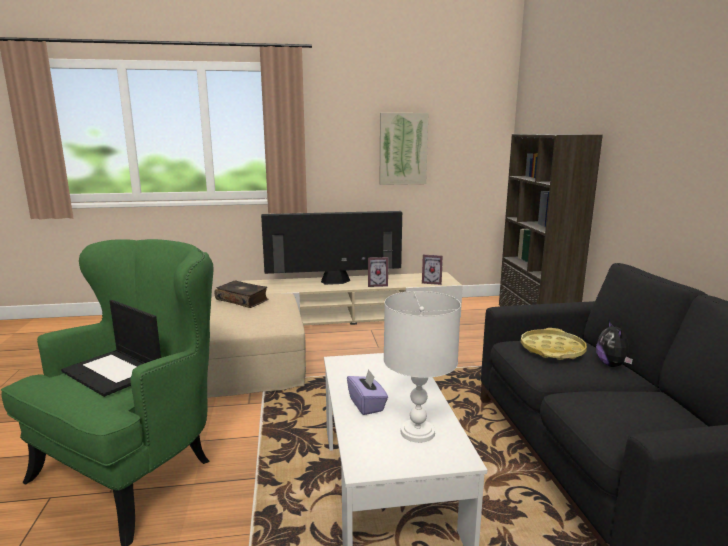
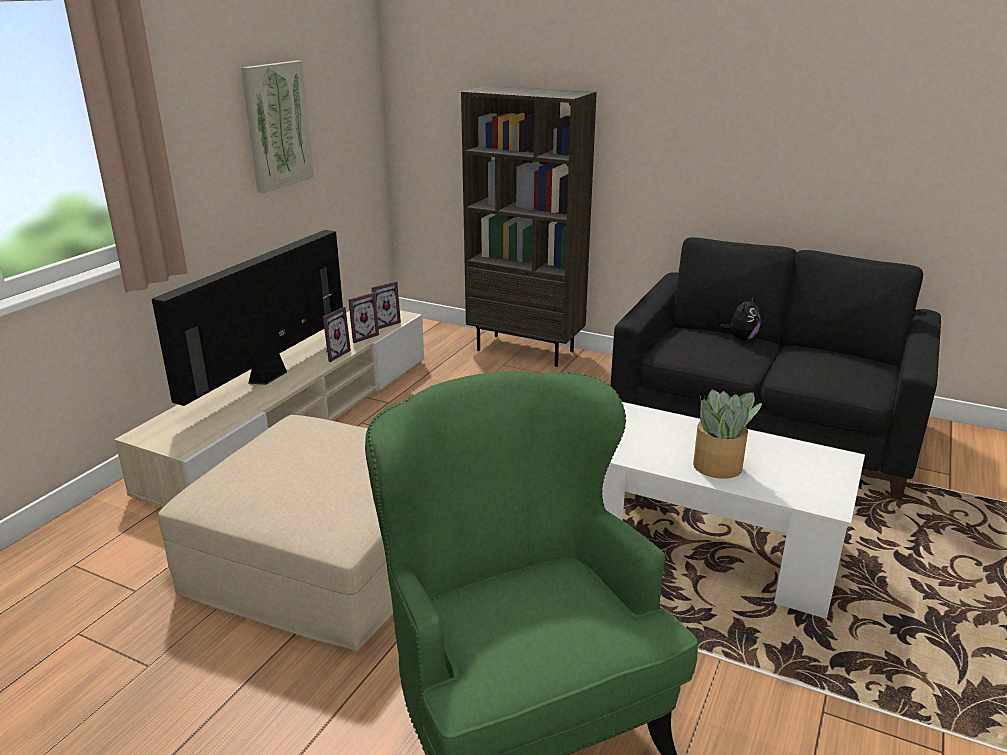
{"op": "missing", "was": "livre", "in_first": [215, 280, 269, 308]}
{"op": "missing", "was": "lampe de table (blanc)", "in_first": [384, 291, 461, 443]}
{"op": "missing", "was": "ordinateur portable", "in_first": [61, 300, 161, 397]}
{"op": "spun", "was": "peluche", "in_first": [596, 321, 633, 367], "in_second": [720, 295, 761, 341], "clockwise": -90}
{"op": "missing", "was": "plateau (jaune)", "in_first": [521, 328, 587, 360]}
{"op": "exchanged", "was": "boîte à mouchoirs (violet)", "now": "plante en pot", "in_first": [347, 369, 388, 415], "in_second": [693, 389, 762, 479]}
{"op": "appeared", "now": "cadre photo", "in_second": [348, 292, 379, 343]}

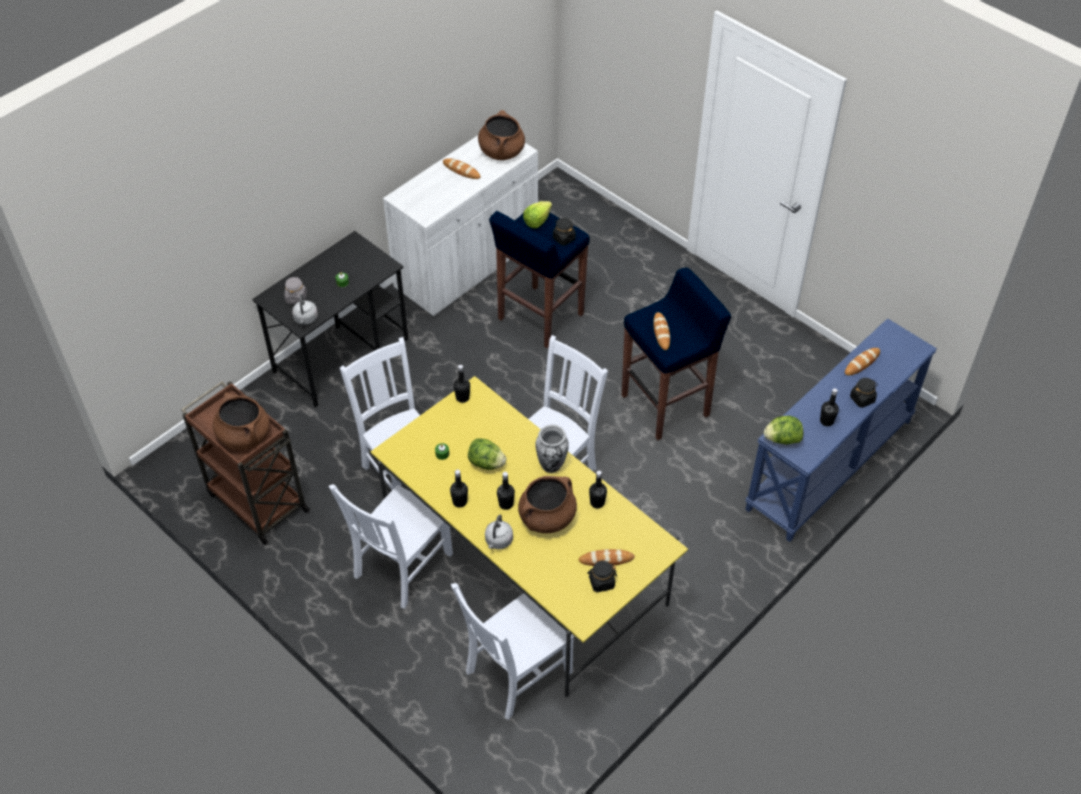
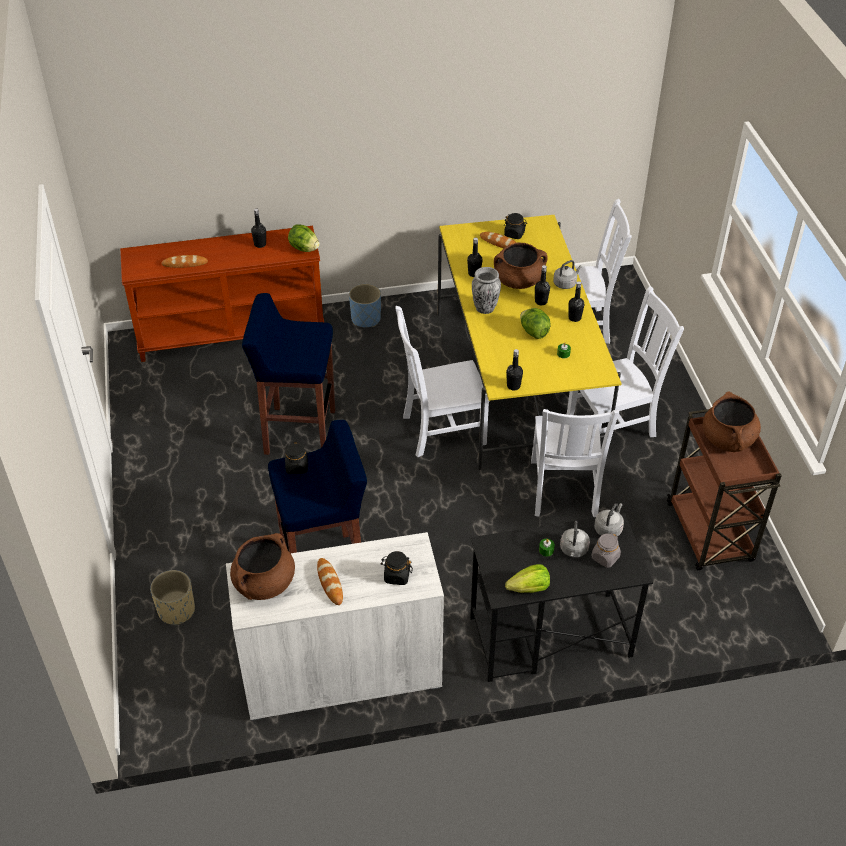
{"op": "relocated", "was": "laitue", "in_first": [523, 201, 552, 229], "in_second": [505, 564, 550, 593]}
{"op": "missing", "was": "pain", "in_first": [653, 312, 670, 350]}
{"op": "colour", "was": "table console (bleu)", "now": "table console (marron)", "in_first": [745, 318, 937, 542], "in_second": [120, 226, 324, 362]}
{"op": "relocated", "was": "bocal (noir)", "in_first": [850, 378, 878, 408], "in_second": [381, 551, 413, 585]}
{"op": "appeared", "now": "cache-pot (bleu)", "in_second": [349, 284, 381, 327]}
{"op": "appeared", "now": "bouilloire (gris)", "in_second": [560, 521, 590, 558]}
{"op": "appeared", "now": "cache-pot (beige)", "in_second": [150, 570, 195, 625]}

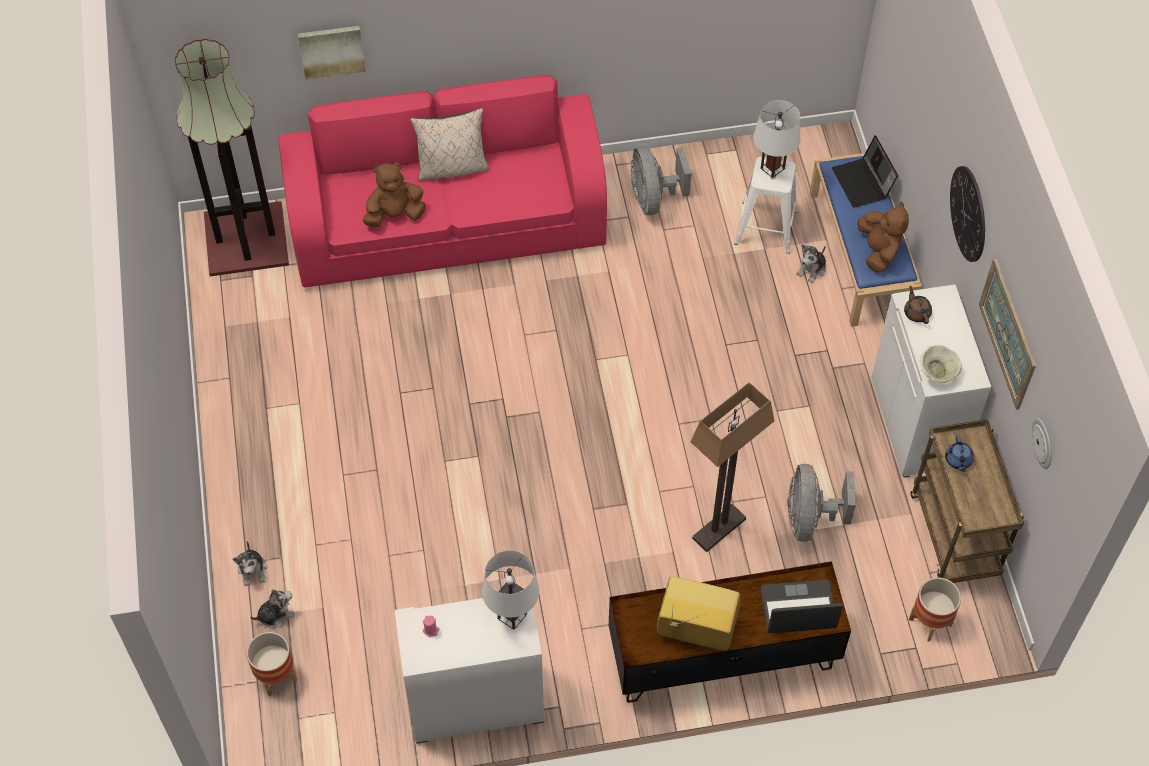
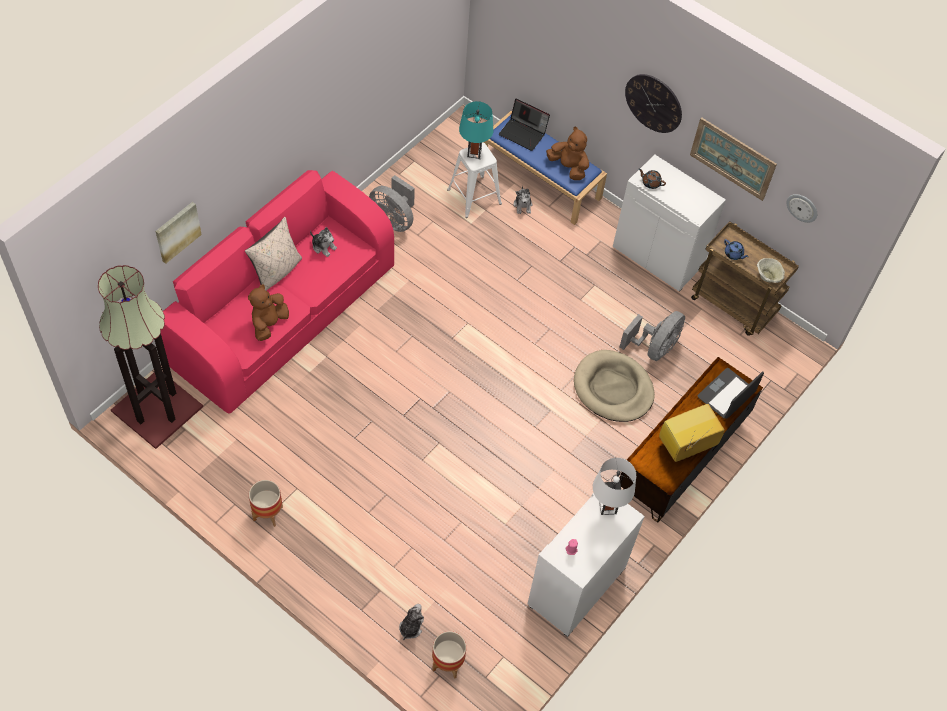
{"op": "colour", "was": "lampe de table (blanc)", "now": "lampe de table (turquoise)", "in_first": [754, 100, 800, 178], "in_second": [459, 101, 494, 159]}
{"op": "relocated", "was": "bol (beige)", "in_first": [920, 345, 962, 384], "in_second": [757, 258, 785, 283]}
{"op": "exchanged", "was": "lampadaire", "now": "panier pour chien (beige)", "in_first": [690, 382, 774, 552], "in_second": [574, 350, 655, 422]}
{"op": "spun", "was": "ventilateur (gris)", "in_first": [787, 464, 856, 542], "in_second": [620, 311, 685, 361], "clockwise": -105}
{"op": "relocated", "was": "peluche", "in_first": [233, 541, 267, 586], "in_second": [310, 227, 337, 257]}
{"op": "relocated", "was": "cache-pot", "in_first": [909, 578, 961, 642], "in_second": [249, 480, 283, 527]}

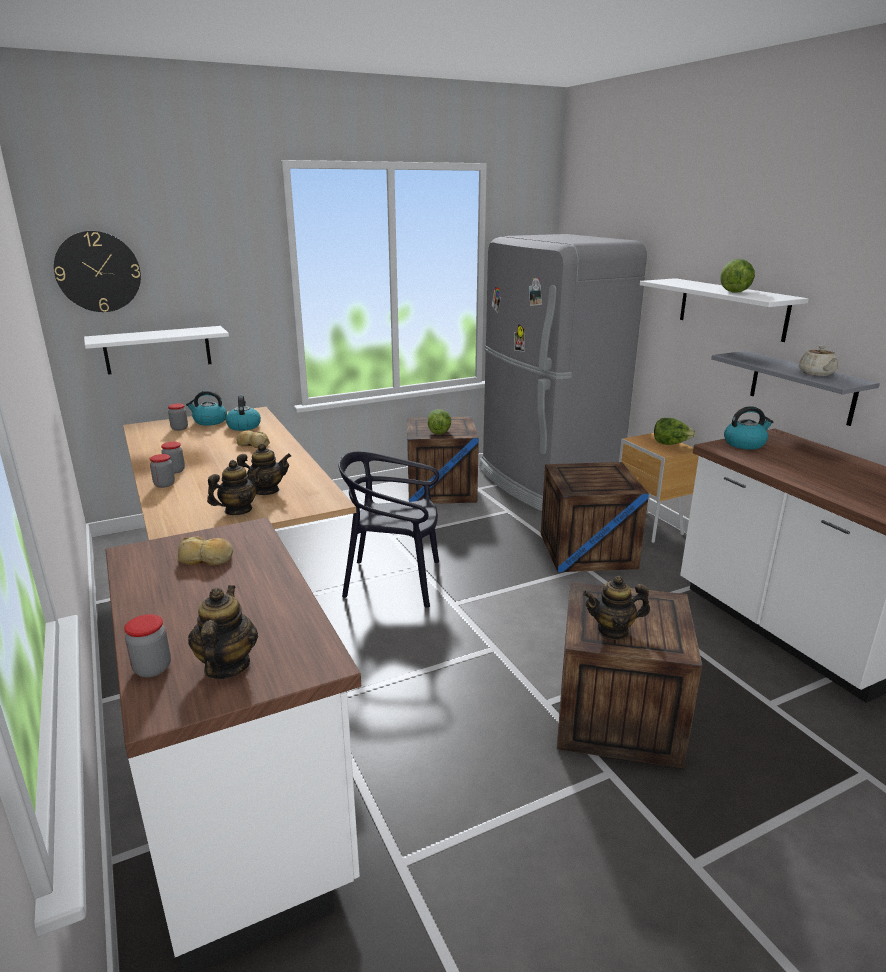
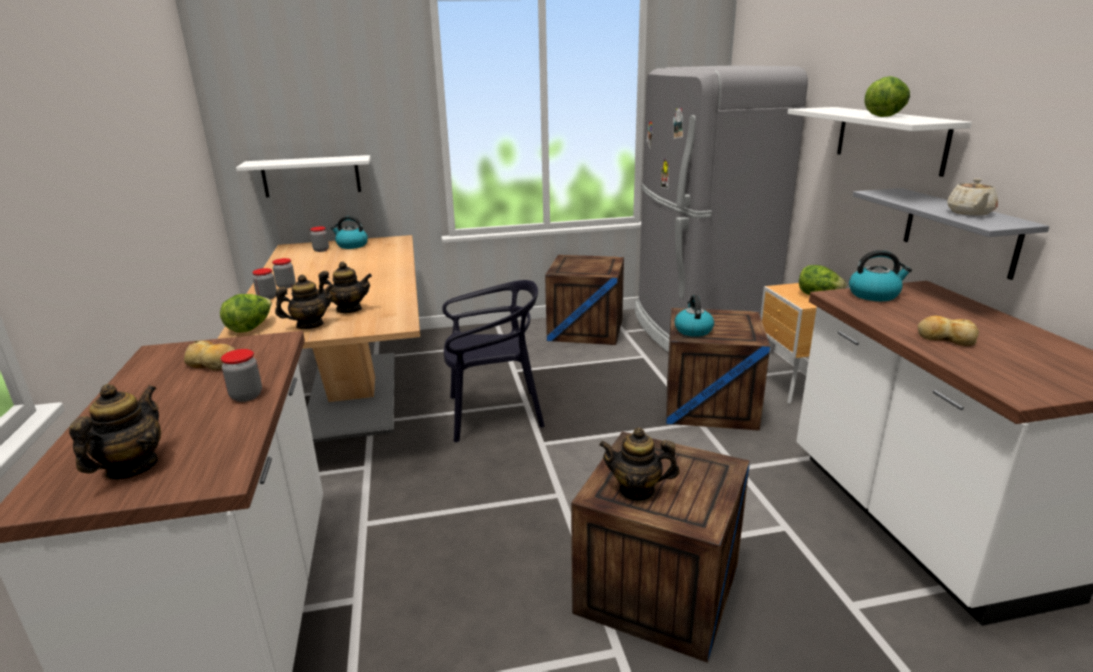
{"op": "missing", "was": "horloge murale", "in_first": [54, 231, 141, 312]}
{"op": "relocated", "was": "bouilloire", "in_first": [226, 395, 261, 431], "in_second": [675, 295, 714, 337]}
{"op": "relocated", "was": "laitue", "in_first": [428, 409, 451, 434], "in_second": [220, 294, 272, 333]}
{"op": "relocated", "was": "pain", "in_first": [236, 431, 270, 448], "in_second": [918, 316, 979, 346]}
{"op": "spun", "was": "chaise (noir)", "in_first": [339, 451, 439, 608], "in_second": [442, 280, 545, 442], "clockwise": 150}
{"op": "relocated", "was": "bocal", "in_first": [124, 614, 171, 677], "in_second": [221, 349, 262, 402]}

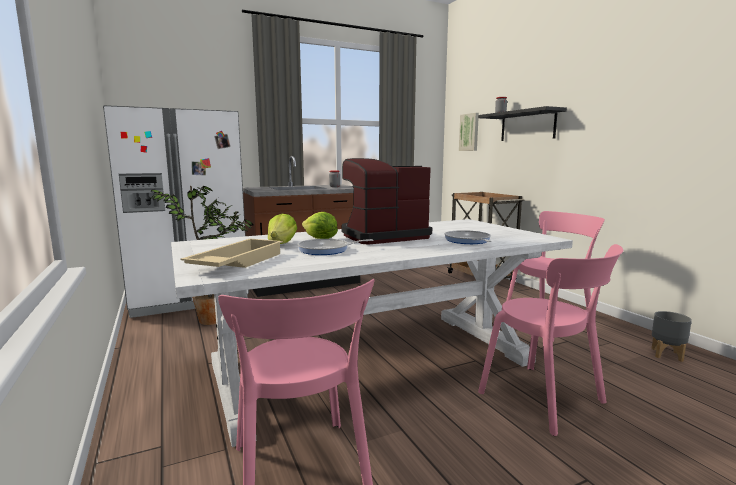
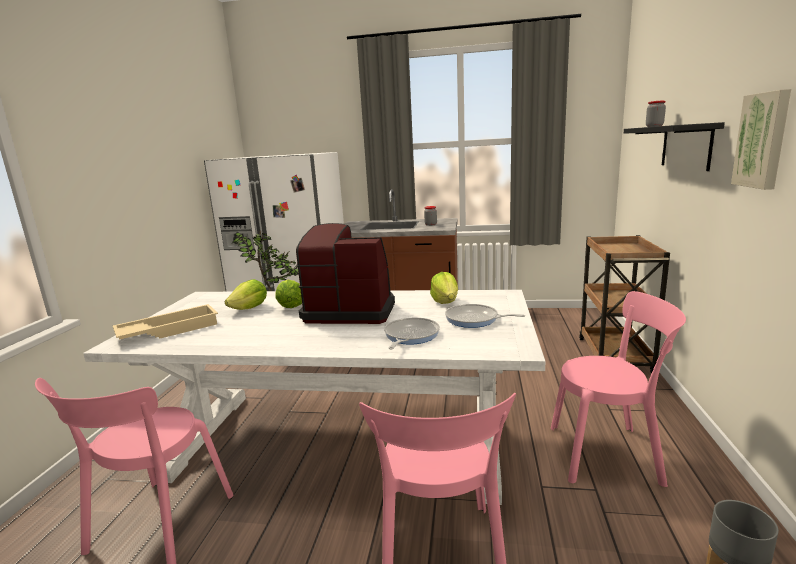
{"op": "relocated", "was": "tableau", "in_first": [459, 113, 479, 151], "in_second": [731, 89, 791, 190]}
{"op": "relocated", "was": "poêle", "in_first": [297, 239, 373, 255], "in_second": [445, 304, 525, 328]}
{"op": "appeared", "now": "laitue", "in_second": [430, 272, 458, 304]}

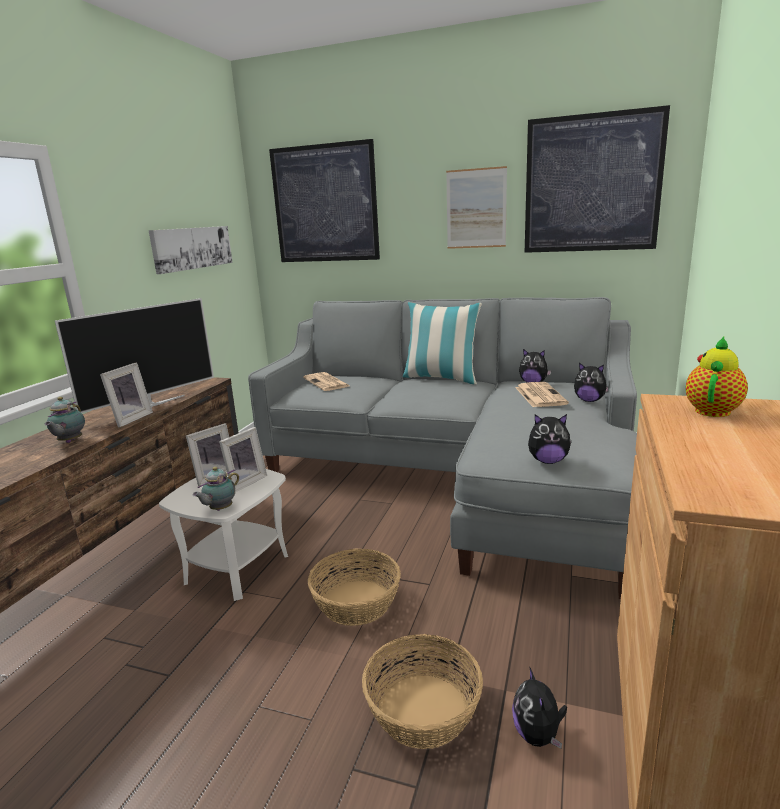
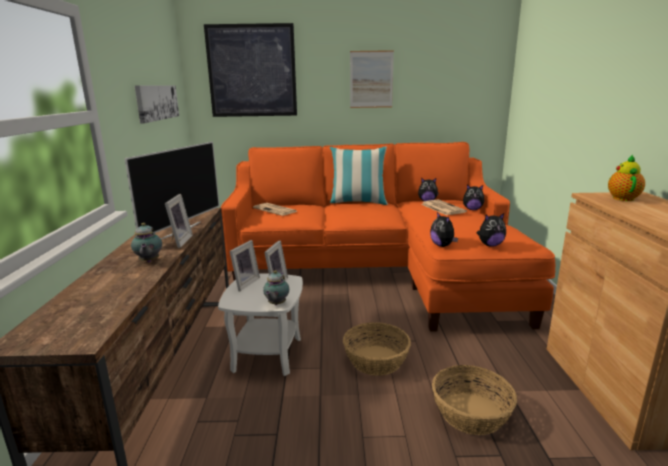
{"op": "missing", "was": "tableau", "in_first": [525, 105, 670, 253]}
{"op": "colour", "was": "canapé (gris)", "now": "canapé (orange)", "in_first": [248, 297, 637, 599], "in_second": [221, 142, 555, 332]}
{"op": "relocated", "was": "peluche", "in_first": [512, 667, 567, 749], "in_second": [430, 212, 458, 247]}

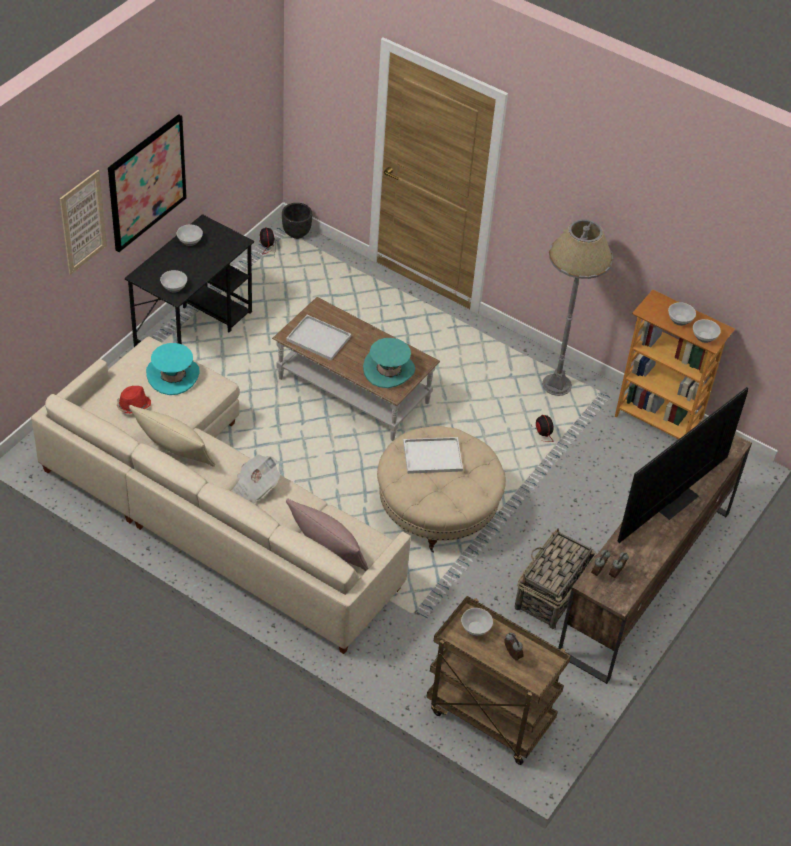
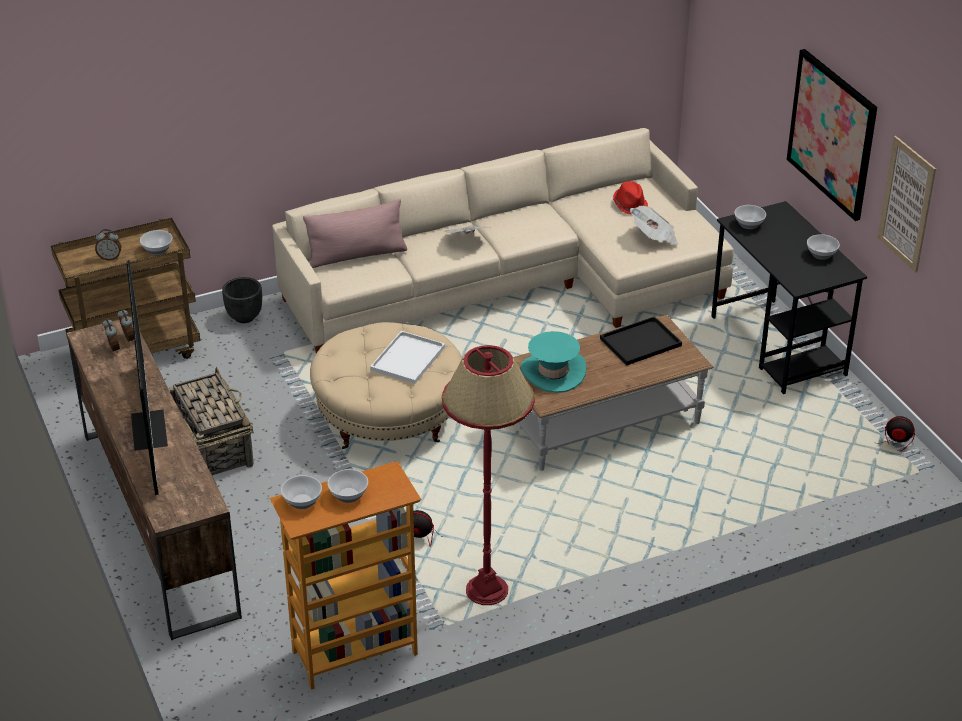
{"op": "relocated", "was": "tableau", "in_first": [60, 170, 107, 275], "in_second": [877, 136, 936, 273]}
{"op": "relocated", "was": "cache-pot (noir)", "in_first": [282, 203, 312, 239], "in_second": [222, 277, 262, 323]}
{"op": "colour", "was": "lampadaire (gris)", "now": "lampadaire (rouge)", "in_first": [542, 219, 613, 396], "in_second": [442, 345, 535, 605]}
{"op": "colour", "was": "plateau (blanc)", "now": "plateau (noir)", "in_first": [286, 315, 351, 360], "in_second": [600, 316, 682, 365]}
{"op": "exchanged", "was": "chapeau (turquoise)", "now": "journal", "in_first": [146, 343, 199, 395], "in_second": [630, 206, 678, 245]}
{"op": "missing", "was": "coussin (beige)", "in_first": [129, 405, 215, 467]}

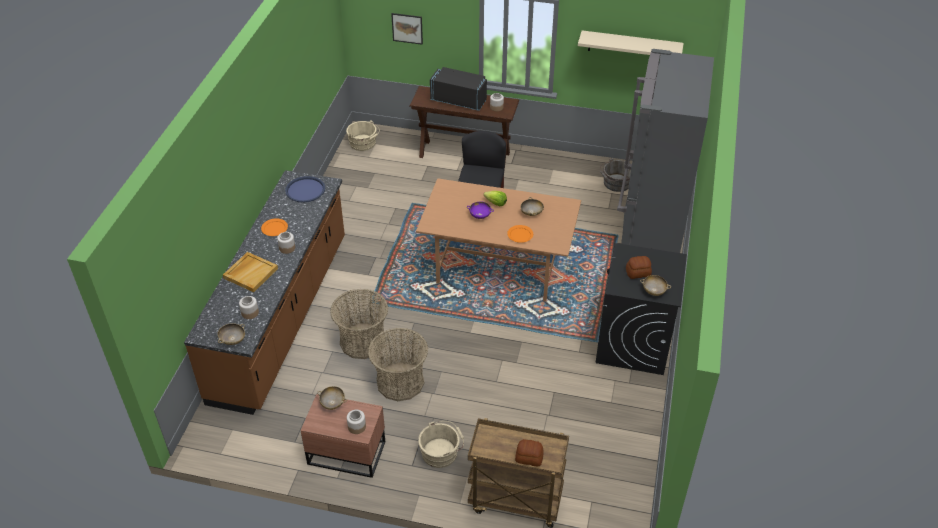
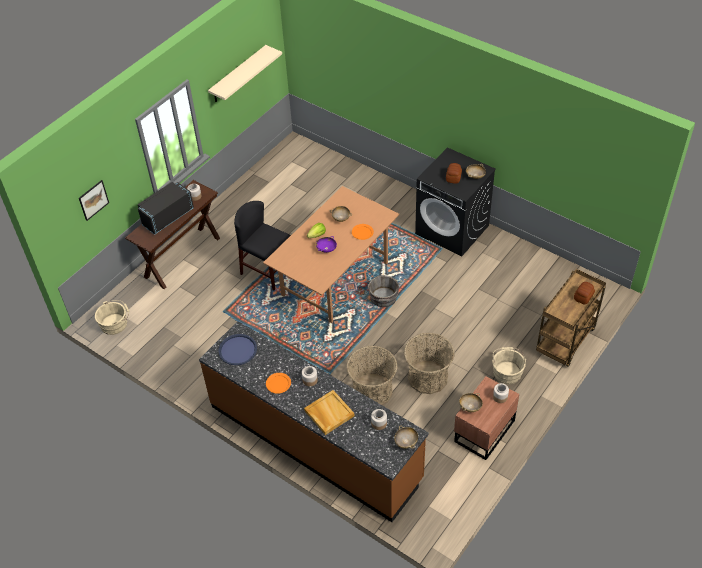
{"op": "missing", "was": "réfrigérateur (gris)", "in_first": [617, 49, 714, 253]}
{"op": "relocated", "was": "seau (gris)", "in_first": [600, 158, 631, 192], "in_second": [368, 275, 399, 307]}

